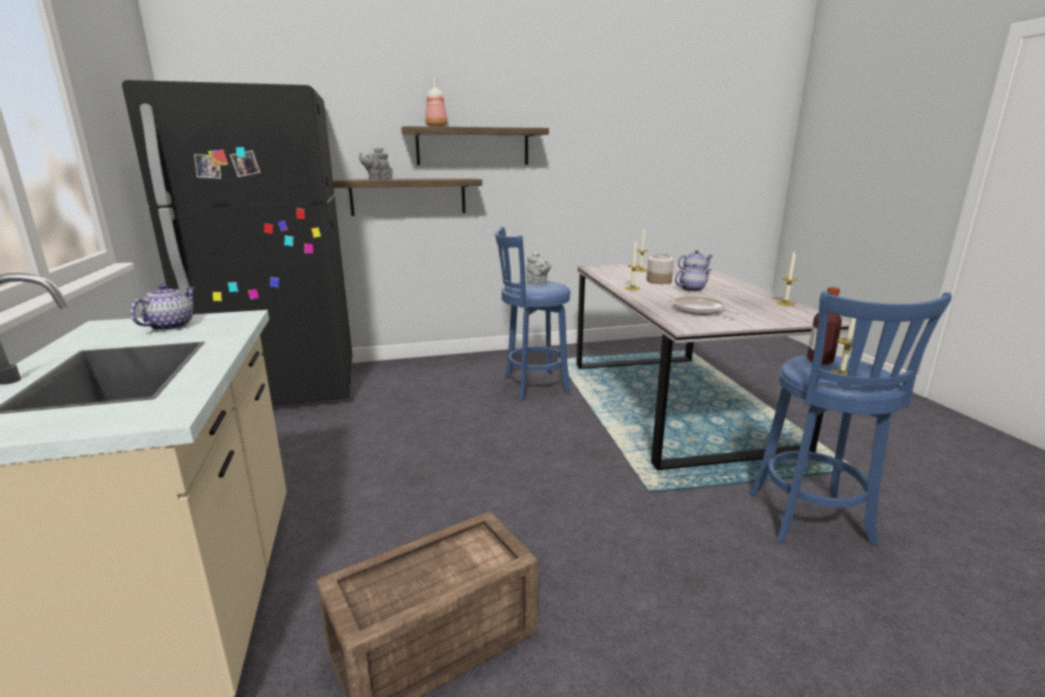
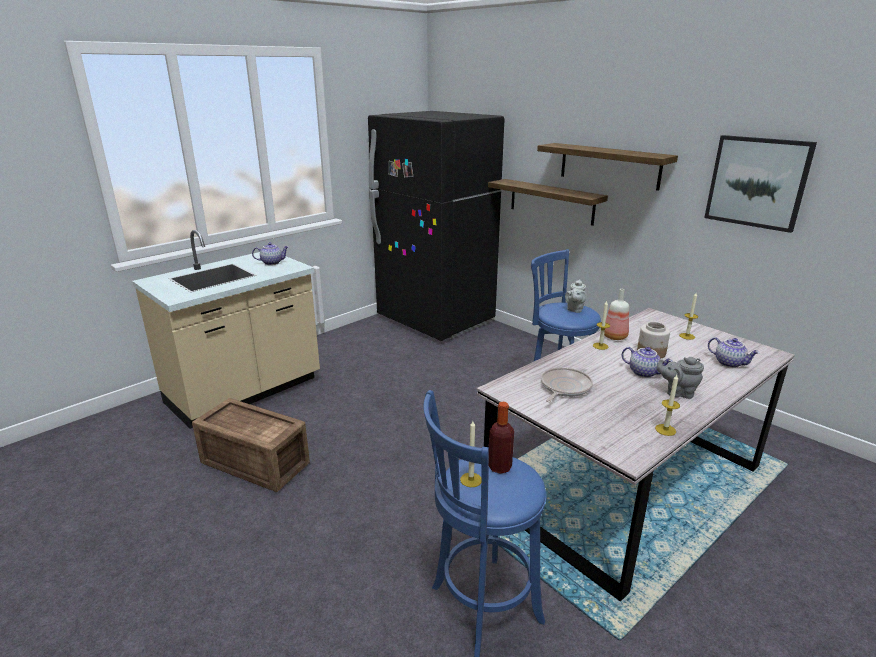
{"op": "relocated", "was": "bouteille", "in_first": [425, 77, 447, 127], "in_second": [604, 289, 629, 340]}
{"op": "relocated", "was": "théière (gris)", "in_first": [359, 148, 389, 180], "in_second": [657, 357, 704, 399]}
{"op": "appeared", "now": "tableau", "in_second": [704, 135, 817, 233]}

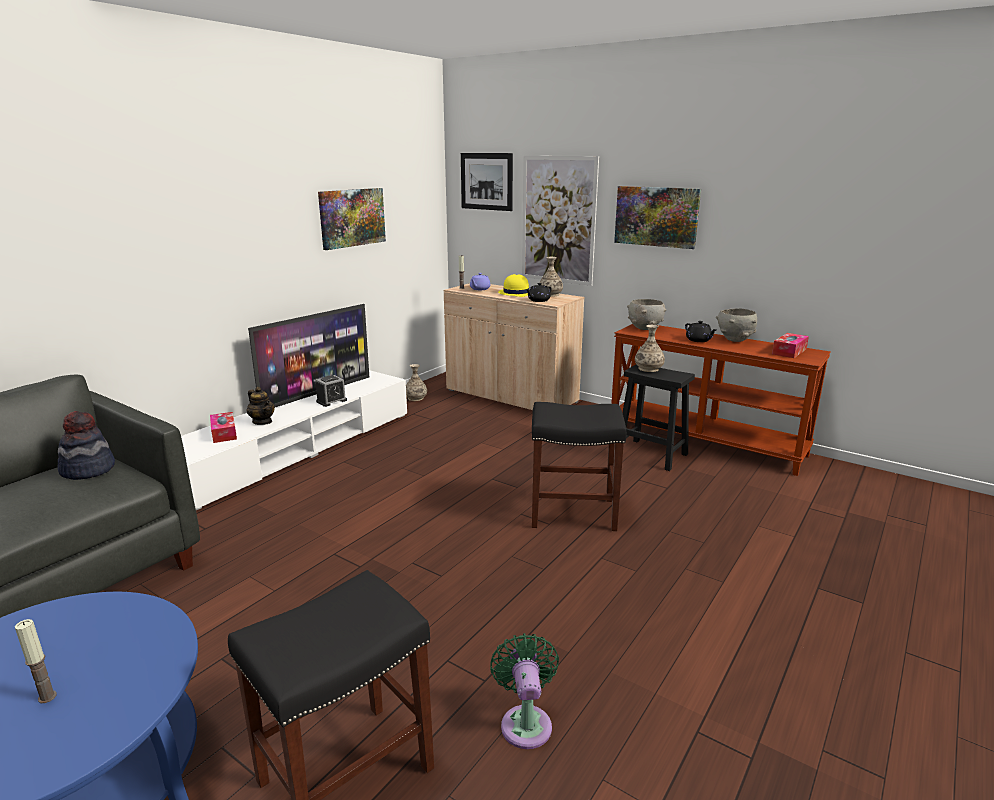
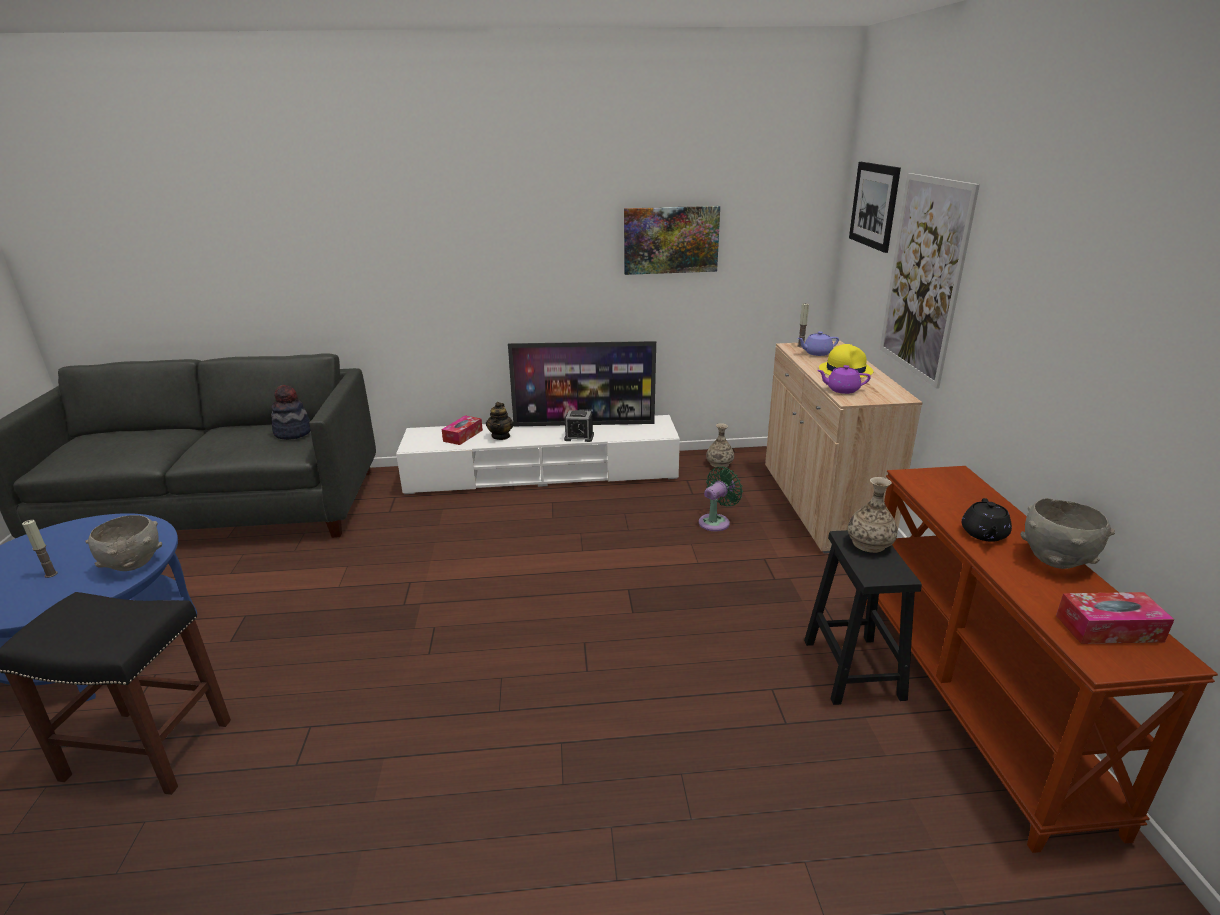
{"op": "missing", "was": "tableau", "in_first": [614, 186, 701, 249]}
{"op": "missing", "was": "vase", "in_first": [540, 257, 563, 297]}
{"op": "colour", "was": "théière (noir)", "now": "théière (violet)", "in_first": [525, 283, 552, 302], "in_second": [817, 365, 871, 394]}
{"op": "relocated", "was": "bol (gris)", "in_first": [627, 299, 666, 330], "in_second": [85, 515, 162, 571]}
{"op": "missing", "was": "tabouret (noir)", "in_first": [532, 402, 626, 531]}
{"op": "relocated", "was": "ventilateur (vert)", "in_first": [490, 633, 559, 749], "in_second": [699, 466, 743, 531]}

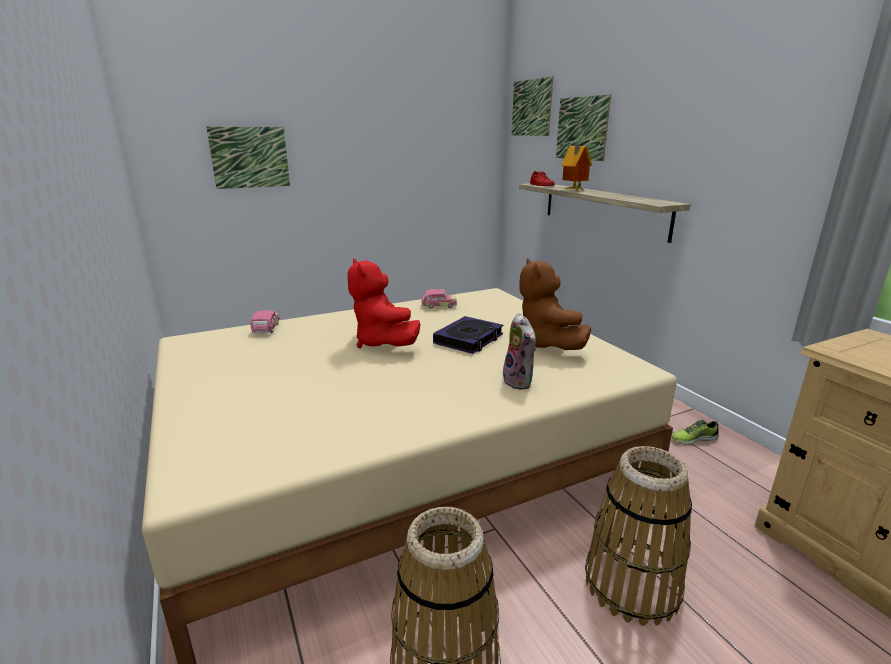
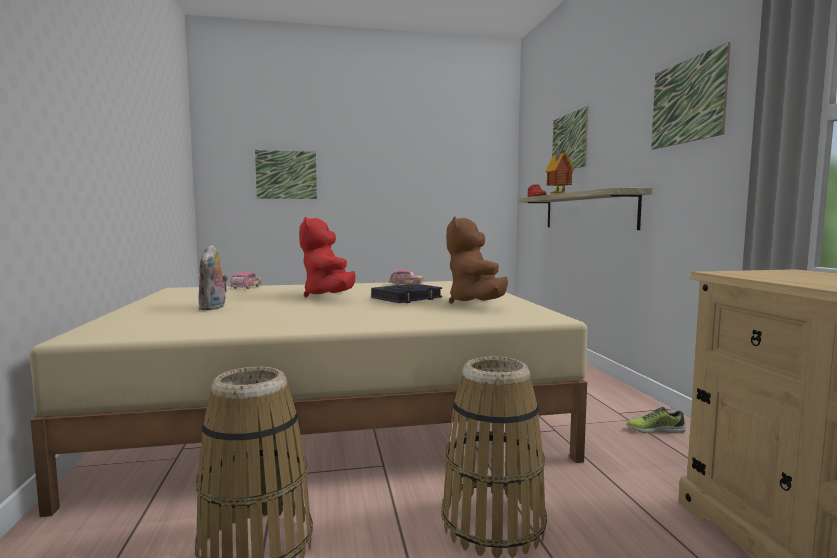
{"op": "relocated", "was": "tableau", "in_first": [512, 76, 553, 136], "in_second": [651, 42, 731, 150]}
{"op": "relocated", "was": "peluche", "in_first": [503, 313, 536, 390], "in_second": [199, 244, 228, 310]}

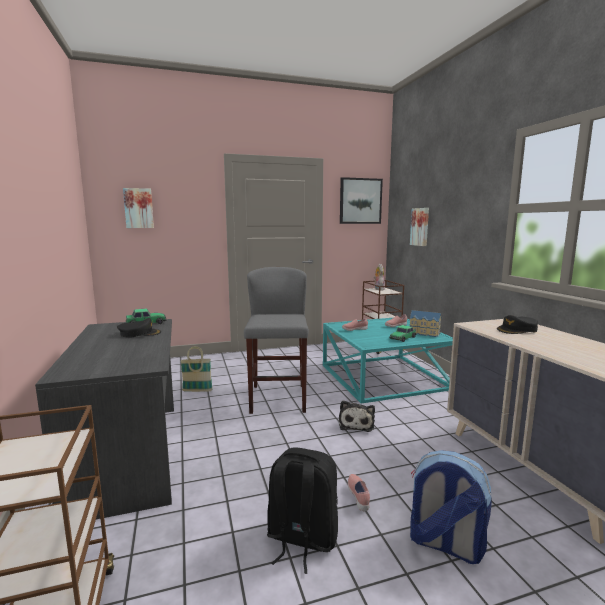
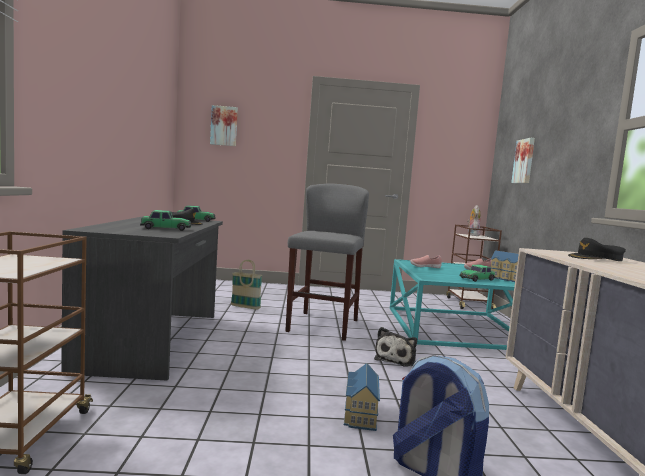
{"op": "missing", "was": "tableau", "in_first": [340, 177, 383, 224]}
{"op": "missing", "was": "sac à dos (noir)", "in_first": [267, 447, 338, 574]}
{"op": "exchanged", "was": "chaussure (rose)", "now": "maison miniature", "in_first": [348, 474, 370, 511], "in_second": [344, 363, 380, 431]}
{"op": "appeared", "now": "petite voiture", "in_second": [140, 210, 191, 231]}

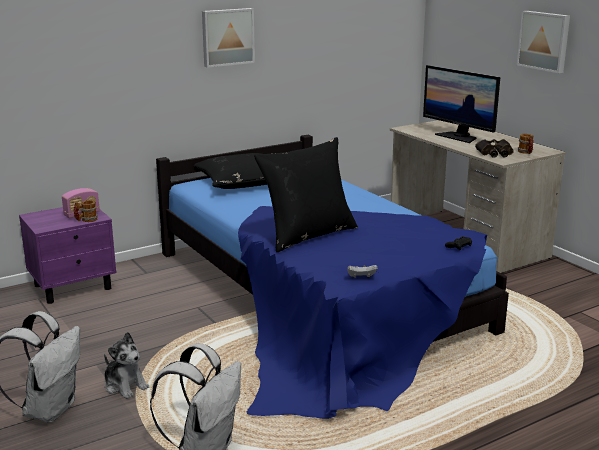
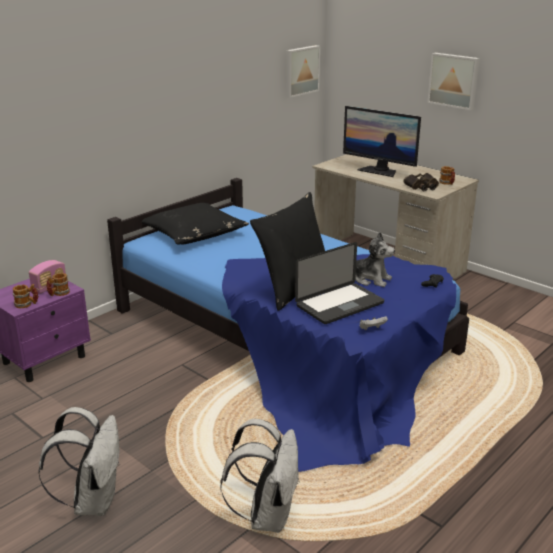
{"op": "relocated", "was": "tableau", "in_first": [202, 8, 255, 68], "in_second": [286, 45, 320, 98]}
{"op": "relocated", "was": "peluche", "in_first": [104, 332, 149, 399], "in_second": [355, 232, 395, 287]}
{"op": "appeared", "now": "ordinateur portable", "in_second": [295, 242, 384, 324]}
{"op": "appeared", "now": "mug", "in_second": [13, 284, 38, 309]}

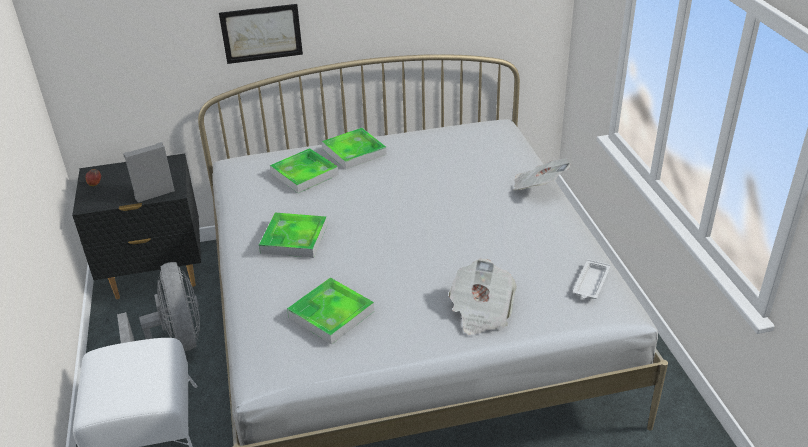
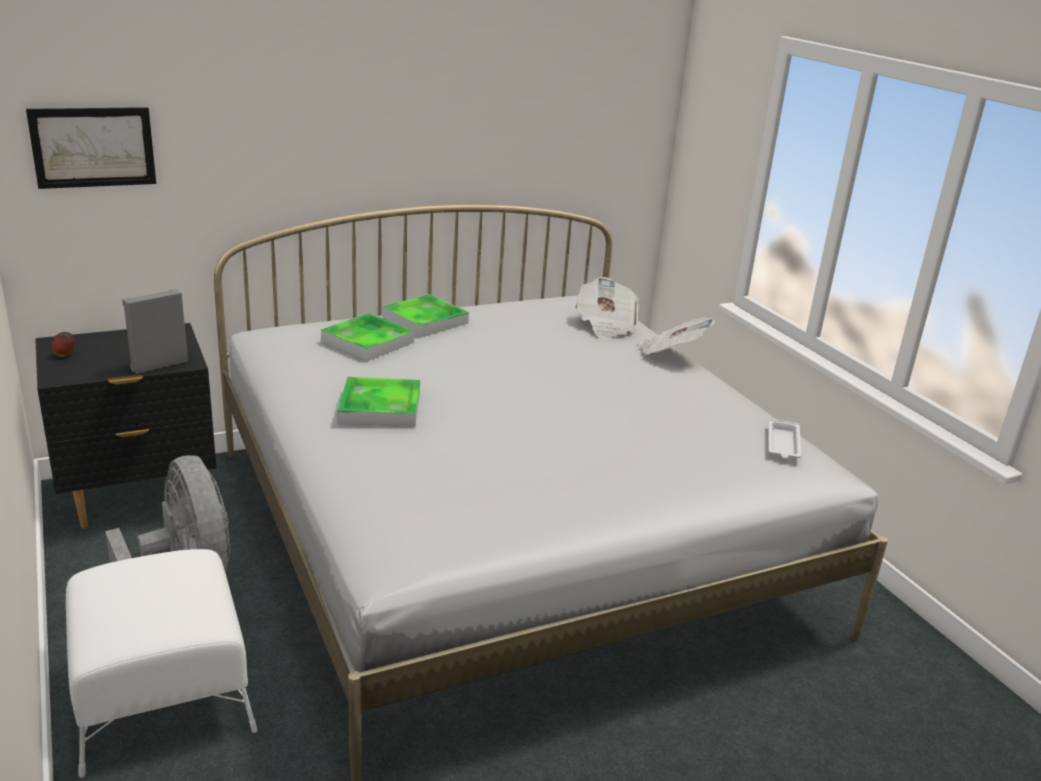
{"op": "relocated", "was": "tableau", "in_first": [219, 4, 303, 64], "in_second": [26, 107, 156, 189]}
{"op": "relocated", "was": "journal", "in_first": [449, 259, 517, 335], "in_second": [575, 277, 639, 338]}
{"op": "missing", "was": "plateau", "in_first": [287, 278, 374, 345]}

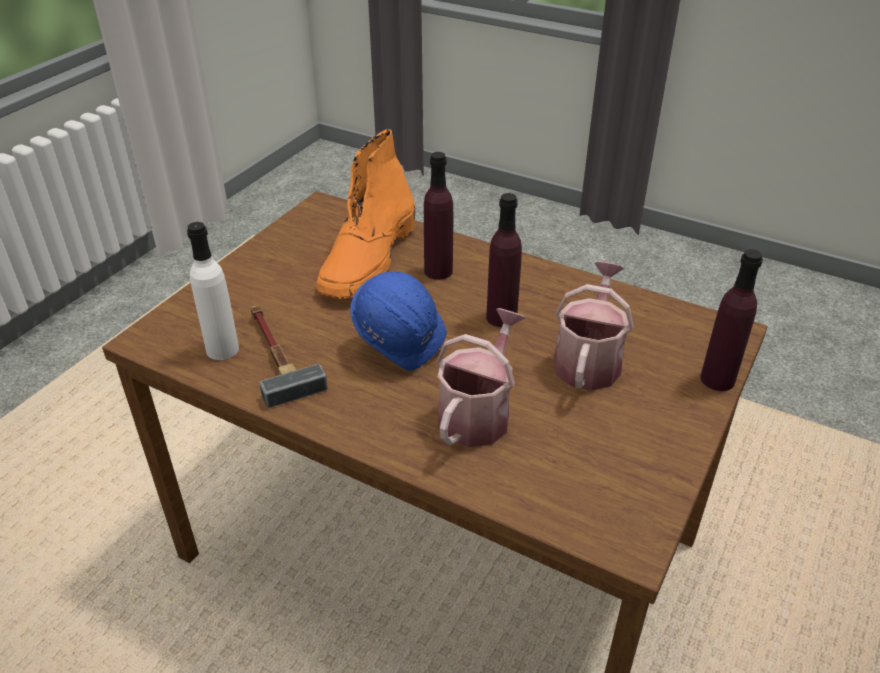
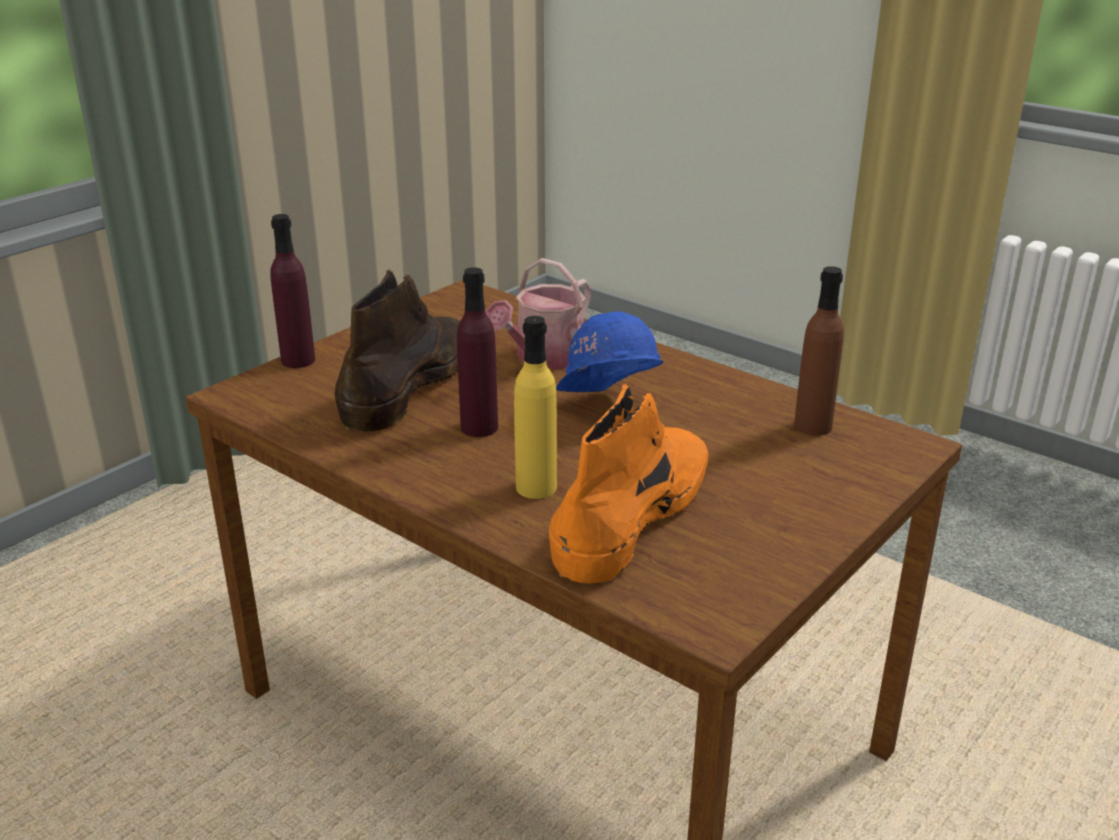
{"op": "colour", "was": "bouteille (violet)", "now": "bouteille (jaune)", "in_first": [424, 152, 453, 280], "in_second": [514, 316, 557, 499]}
{"op": "colour", "was": "bouteille (blanc)", "now": "bouteille (marron)", "in_first": [187, 222, 239, 360], "in_second": [794, 266, 844, 436]}
{"op": "exchanged", "was": "arrosoir", "now": "botte (marron)", "in_first": [554, 261, 634, 391], "in_second": [335, 269, 460, 432]}
{"op": "missing", "was": "marteau", "in_first": [251, 306, 328, 408]}

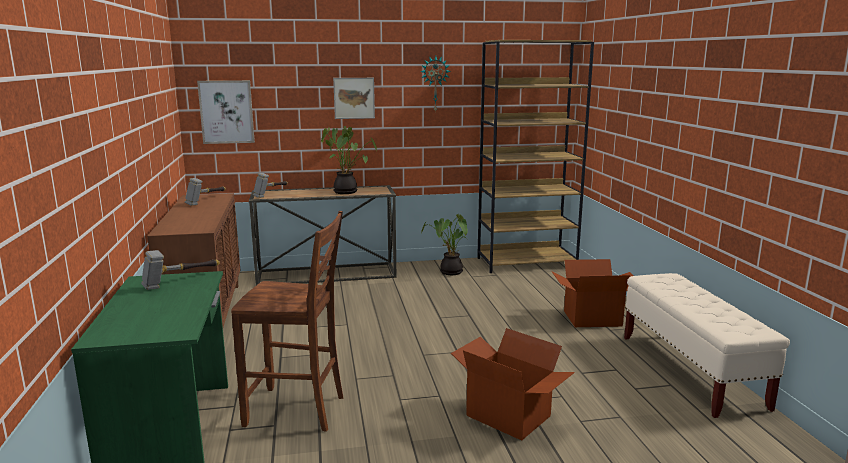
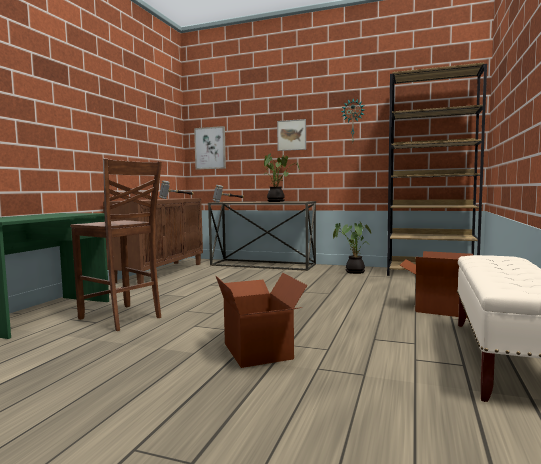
{"op": "missing", "was": "marteau", "in_first": [141, 250, 220, 290]}

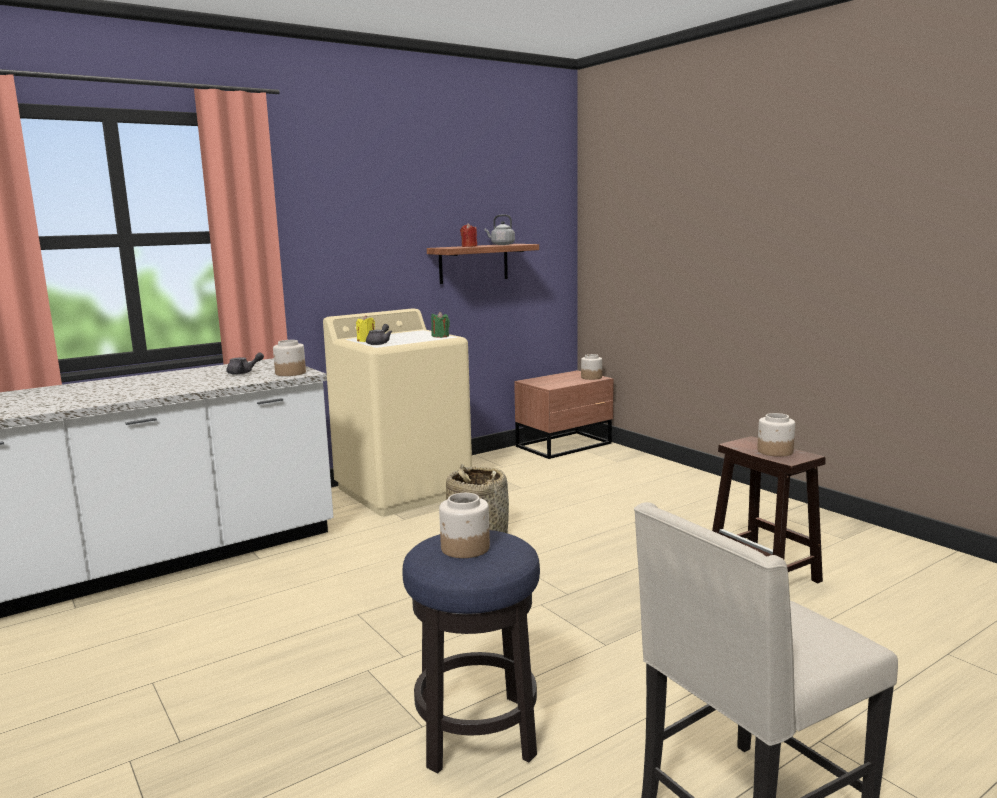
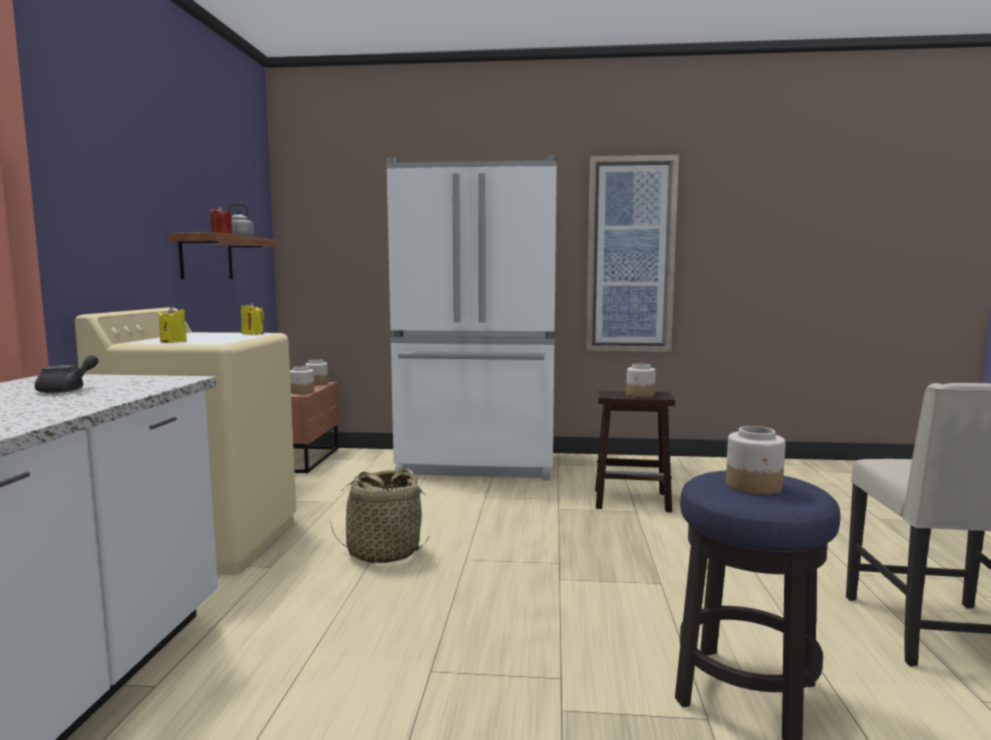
{"op": "colour", "was": "bougie (vert)", "now": "bougie (jaune)", "in_first": [431, 311, 450, 338], "in_second": [241, 303, 264, 335]}
{"op": "missing", "was": "théière (gris)", "in_first": [366, 324, 392, 345]}
{"op": "relocated", "was": "bocal", "in_first": [273, 340, 306, 376], "in_second": [290, 366, 314, 394]}
{"op": "appeared", "now": "réfrigérateur (blanc)", "in_second": [386, 155, 557, 480]}
{"op": "appeared", "now": "tableau", "in_second": [586, 155, 679, 352]}

